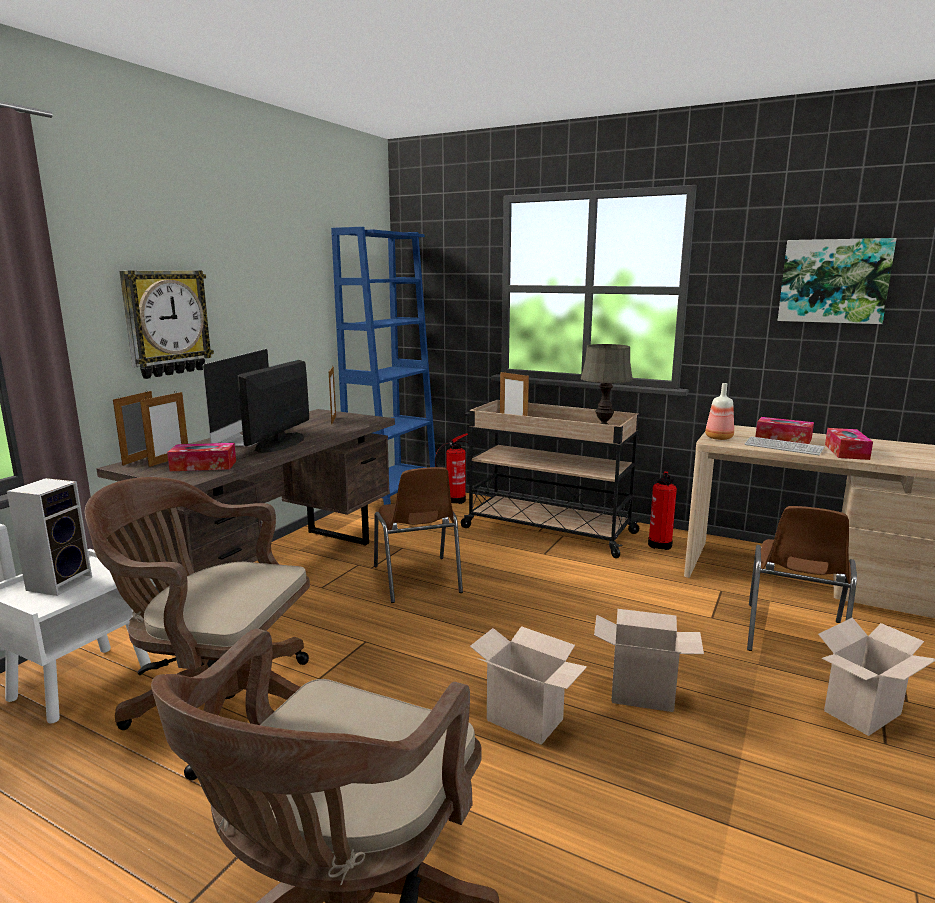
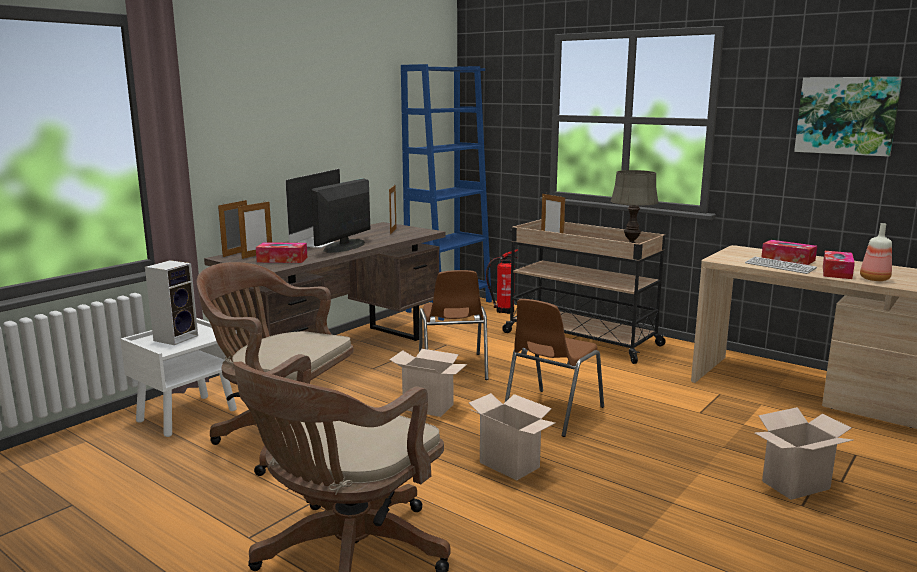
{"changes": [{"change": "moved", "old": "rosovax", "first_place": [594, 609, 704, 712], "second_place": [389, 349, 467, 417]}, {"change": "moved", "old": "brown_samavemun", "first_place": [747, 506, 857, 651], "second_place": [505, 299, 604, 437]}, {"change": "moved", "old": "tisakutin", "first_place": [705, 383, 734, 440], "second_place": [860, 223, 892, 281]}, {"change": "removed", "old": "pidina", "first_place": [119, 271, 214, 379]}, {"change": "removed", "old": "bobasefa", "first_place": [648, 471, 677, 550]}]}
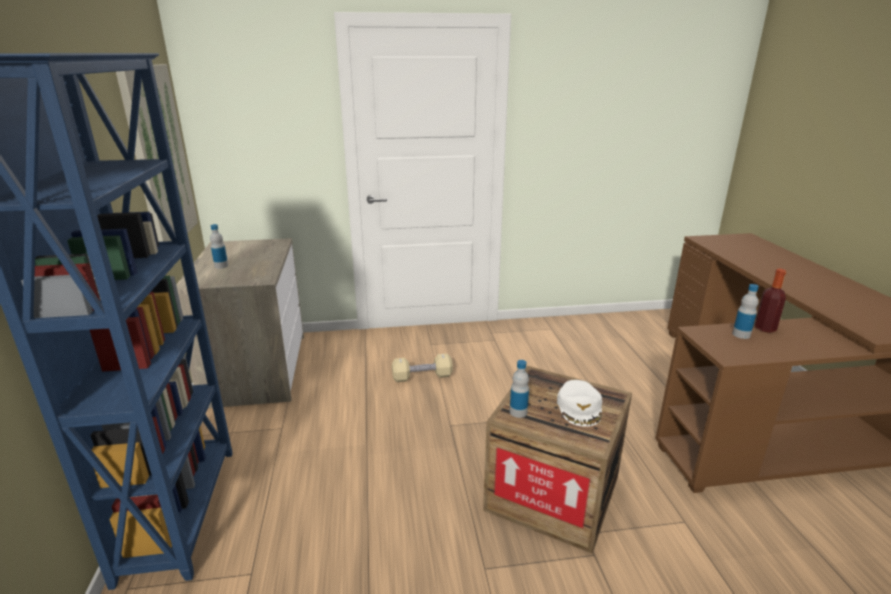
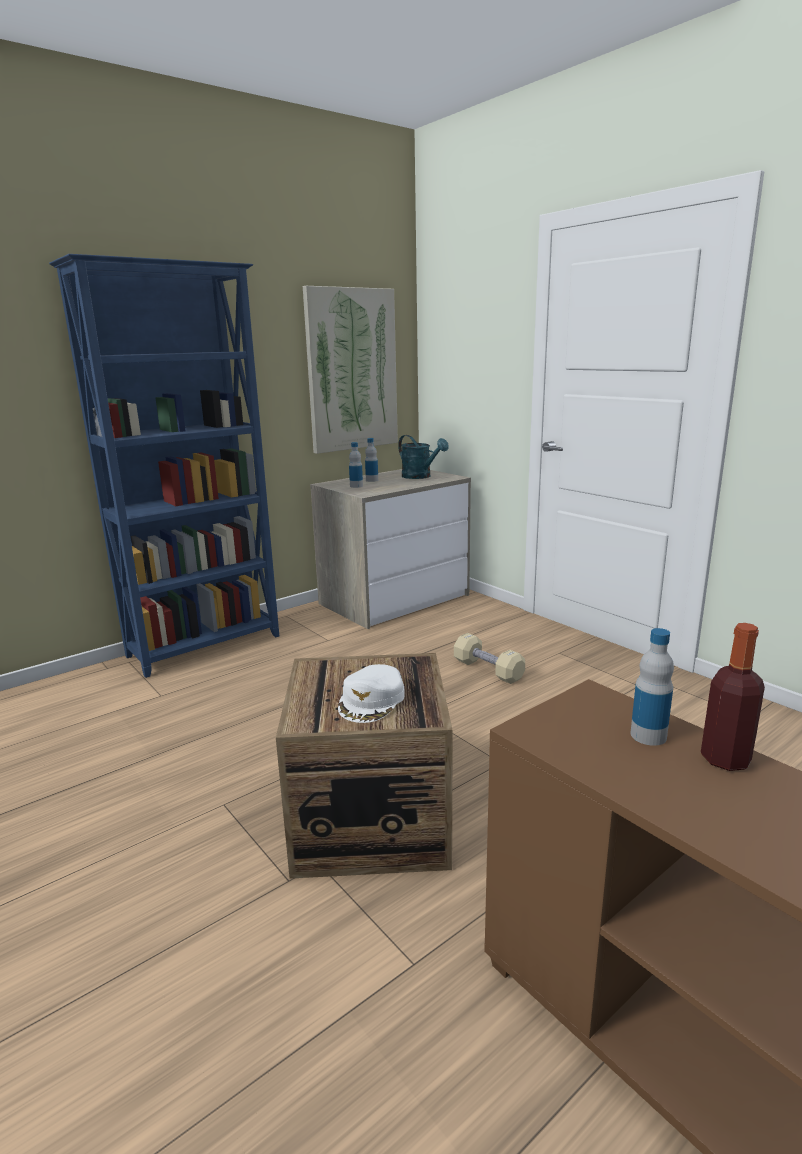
{"changes": [{"change": "turned", "old": "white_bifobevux", "first_place": [557, 380, 602, 427], "second_place": [338, 664, 405, 723], "degrees": -45}, {"change": "moved", "old": "tisakutin", "first_place": [510, 360, 529, 418], "second_place": [349, 442, 363, 488]}, {"change": "added", "new": "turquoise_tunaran", "second_place": [398, 435, 449, 479]}]}
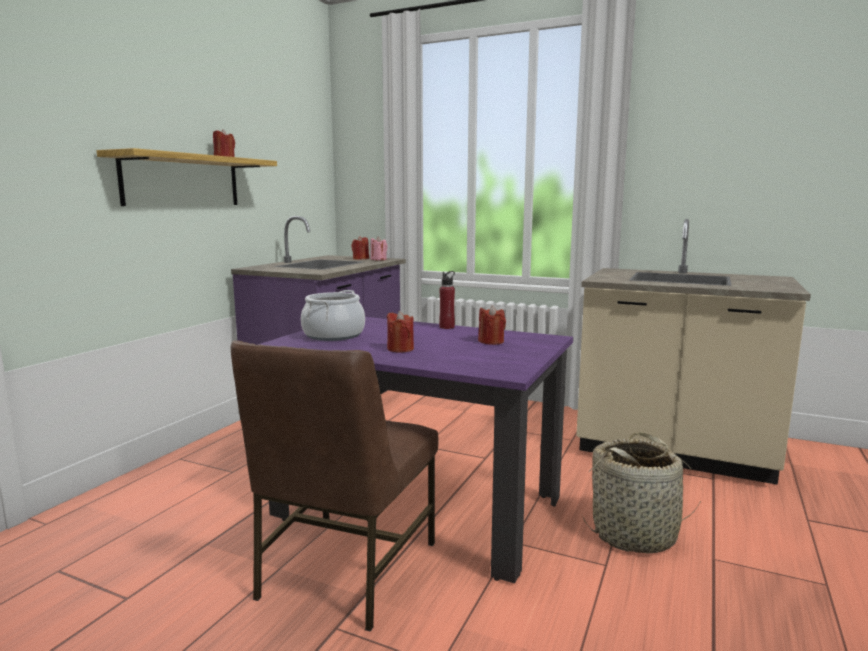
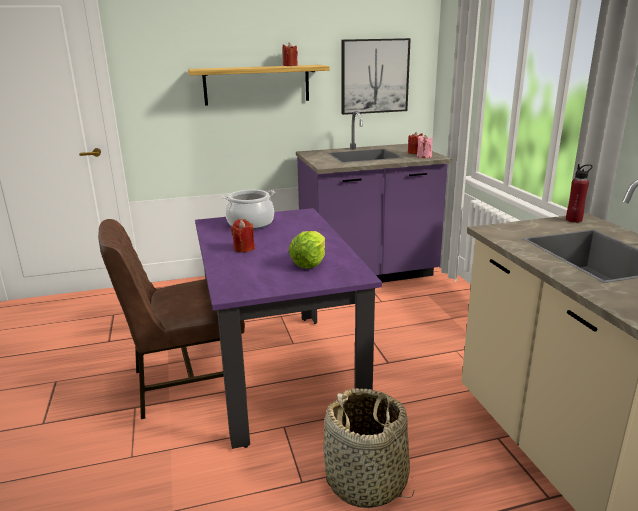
{"changes": [{"change": "replaced", "old": "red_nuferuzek", "new": "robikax", "first_place": [478, 305, 506, 345], "second_place": [289, 231, 325, 269]}, {"change": "added", "new": "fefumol", "second_place": [341, 38, 411, 115]}, {"change": "moved", "old": "red_tisakutin", "first_place": [439, 271, 455, 329], "second_place": [566, 164, 592, 223]}]}
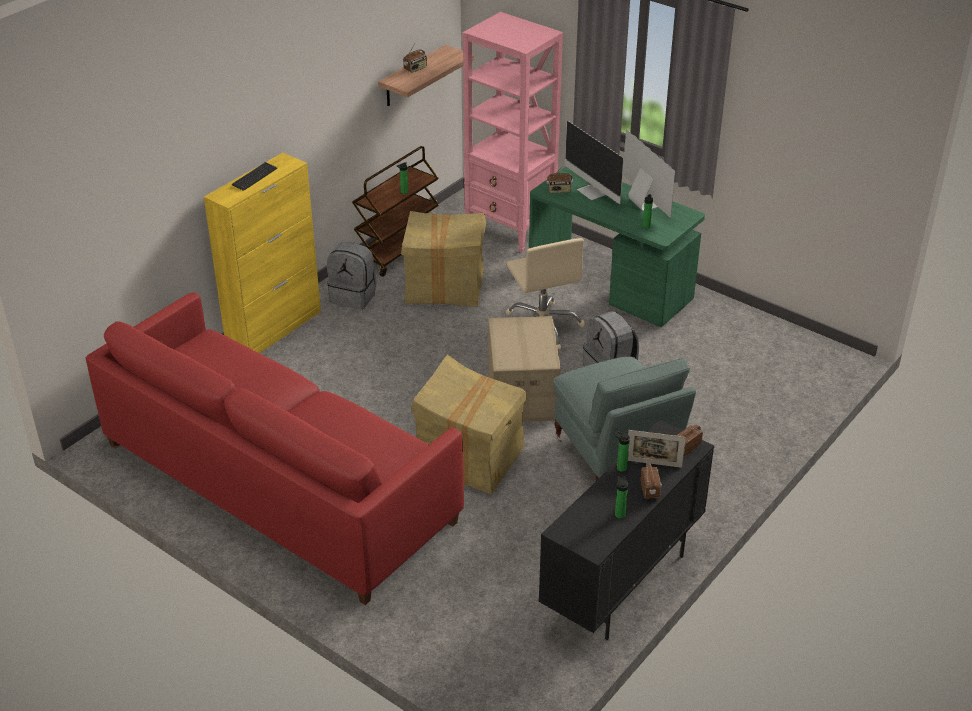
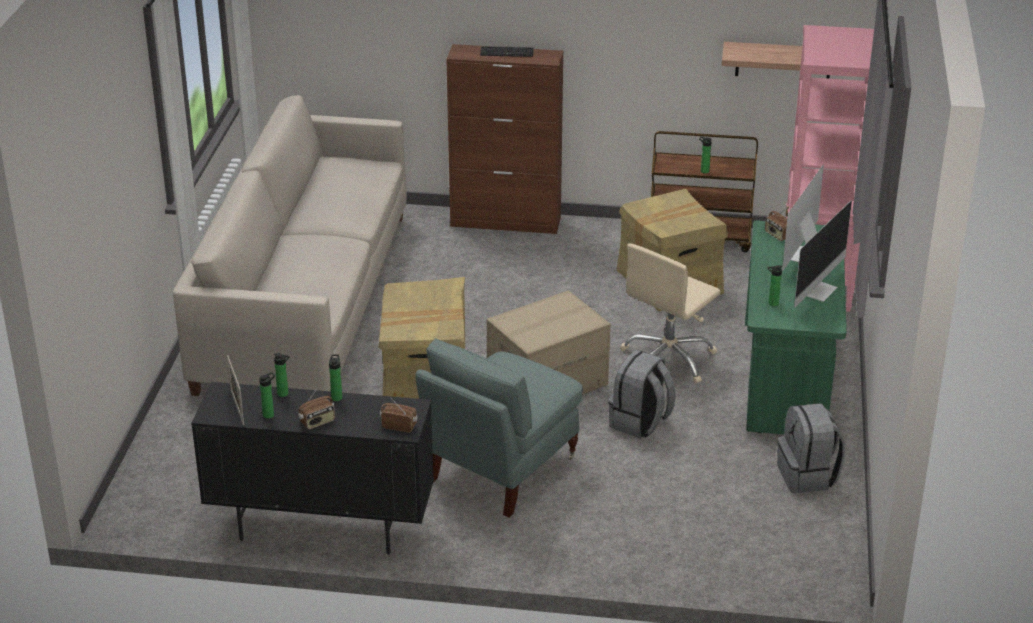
{"changes": [{"change": "recoloured", "old": "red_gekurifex", "new": "beige_gekurifex", "first_place": [85, 292, 464, 605], "second_place": [173, 95, 407, 396]}, {"change": "moved", "old": "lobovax", "first_place": [628, 430, 686, 468], "second_place": [227, 355, 244, 425]}, {"change": "added", "new": "tisakutin", "second_place": [274, 353, 290, 397]}, {"change": "recoloured", "old": "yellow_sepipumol", "new": "brown_sepipumol", "first_place": [204, 153, 321, 353], "second_place": [446, 44, 563, 234]}, {"change": "moved", "old": "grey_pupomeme", "first_place": [327, 242, 376, 309], "second_place": [777, 403, 845, 493]}, {"change": "removed", "old": "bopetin", "first_place": [403, 42, 427, 73]}]}
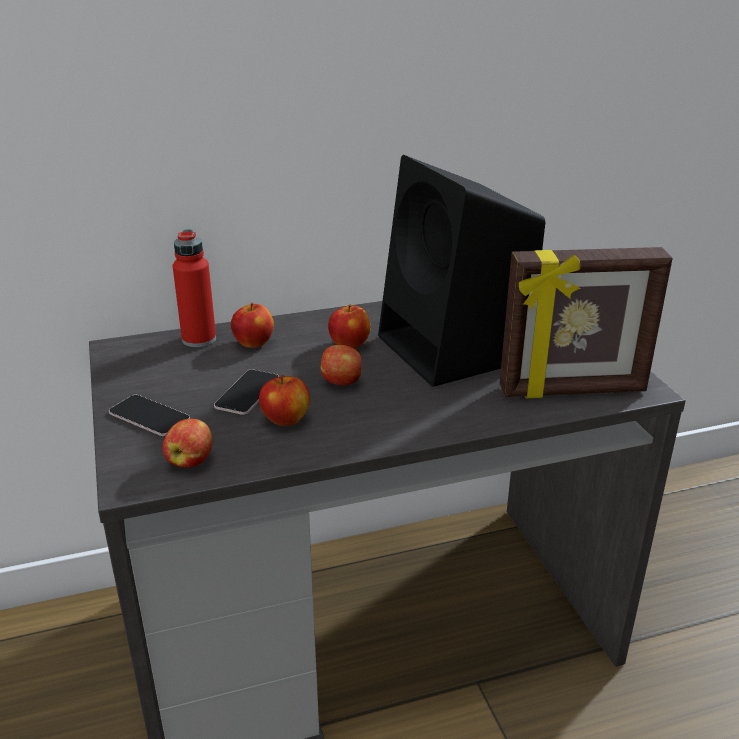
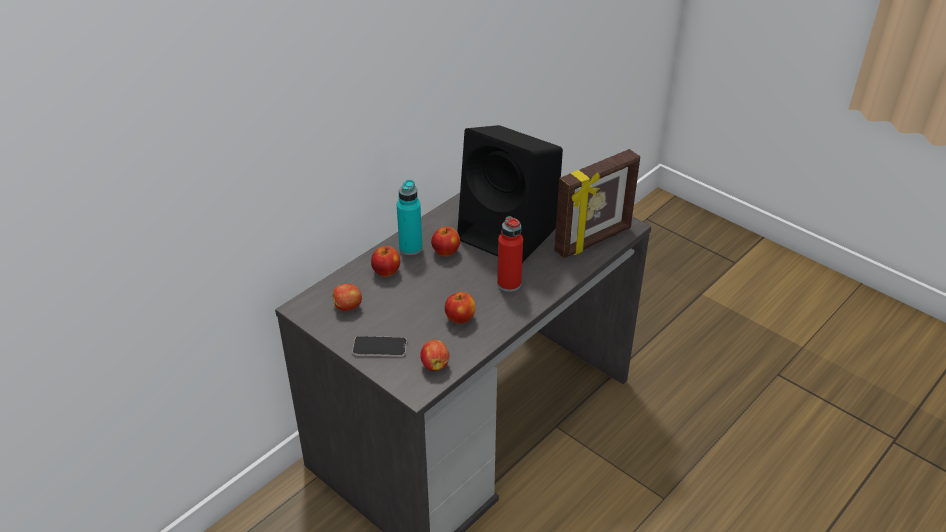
{"changes": [{"change": "moved", "old": "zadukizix", "first_place": [320, 345, 361, 385], "second_place": [333, 284, 362, 311]}, {"change": "added", "new": "turquoise_tisakutin", "second_place": [397, 180, 422, 255]}, {"change": "moved", "old": "red_tisakutin", "first_place": [173, 229, 216, 347], "second_place": [497, 216, 523, 292]}, {"change": "removed", "old": "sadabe", "first_place": [214, 369, 279, 415]}]}
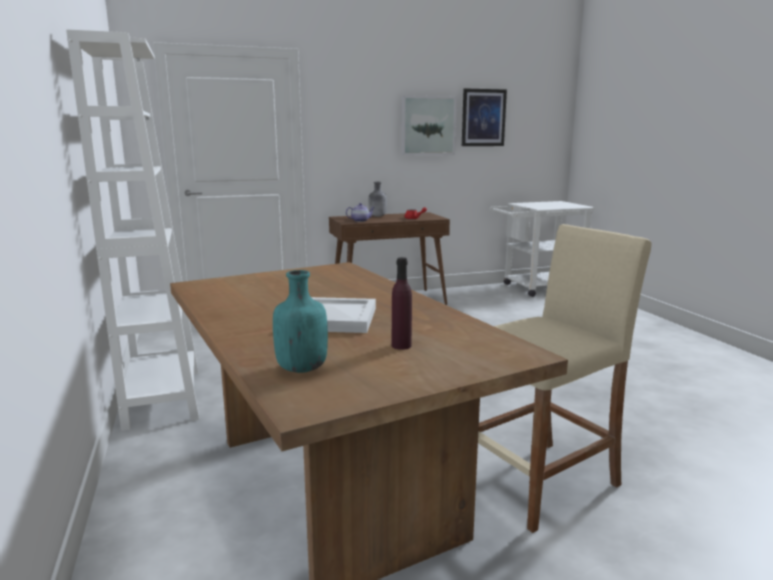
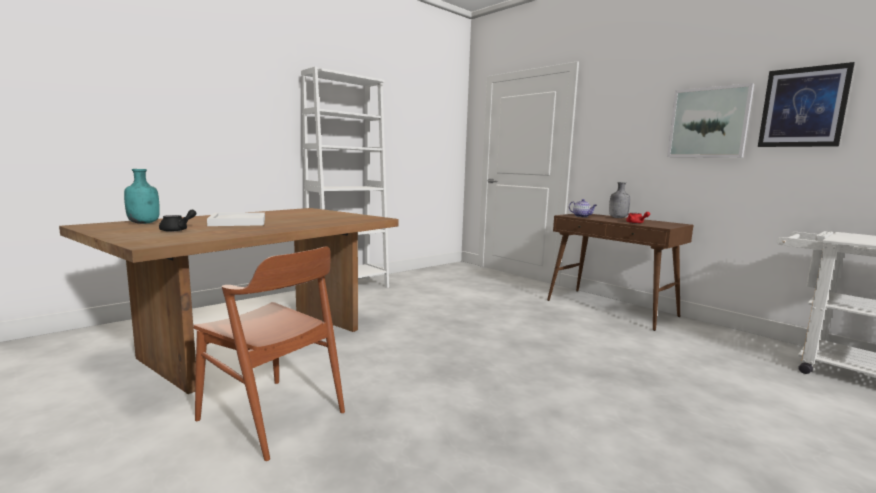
{"changes": [{"change": "replaced", "old": "purple_tisakutin", "new": "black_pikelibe", "first_place": [391, 257, 412, 350], "second_place": [159, 210, 196, 232]}, {"change": "replaced", "old": "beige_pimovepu", "new": "brown_samavemun", "first_place": [478, 224, 652, 533], "second_place": [193, 247, 345, 461]}]}
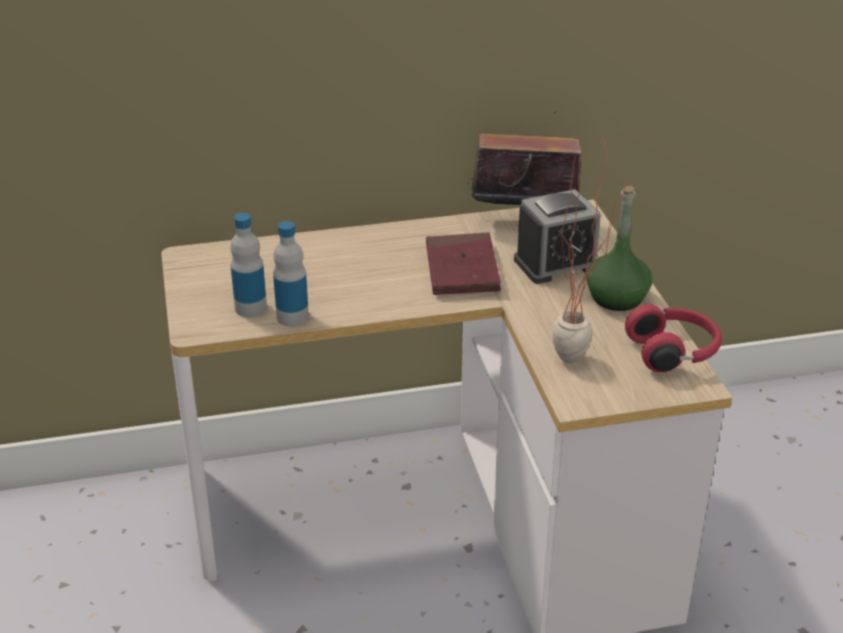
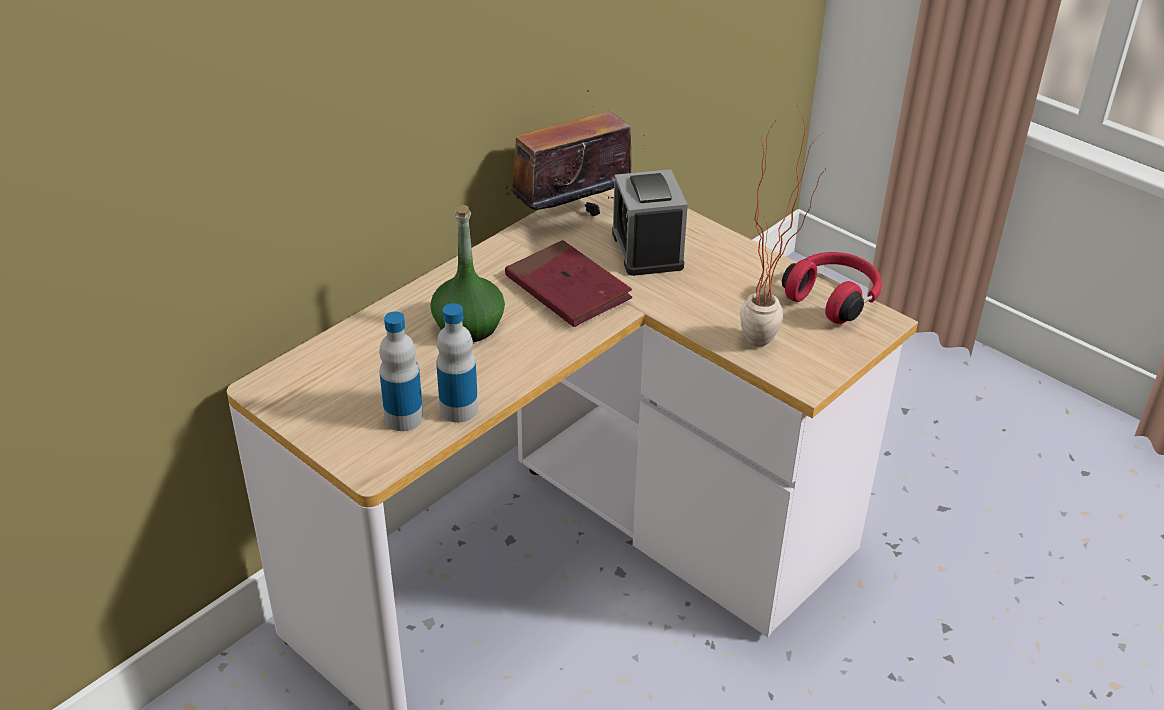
{"changes": [{"change": "moved", "old": "green_tisakutin", "first_place": [586, 186, 652, 311], "second_place": [430, 205, 505, 342]}, {"change": "turned", "old": "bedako", "first_place": [514, 189, 601, 284], "second_place": [612, 169, 688, 276], "degrees": 135}]}
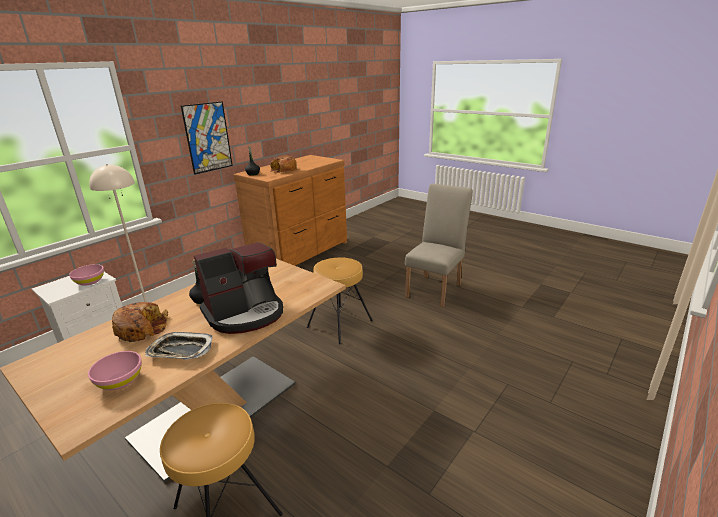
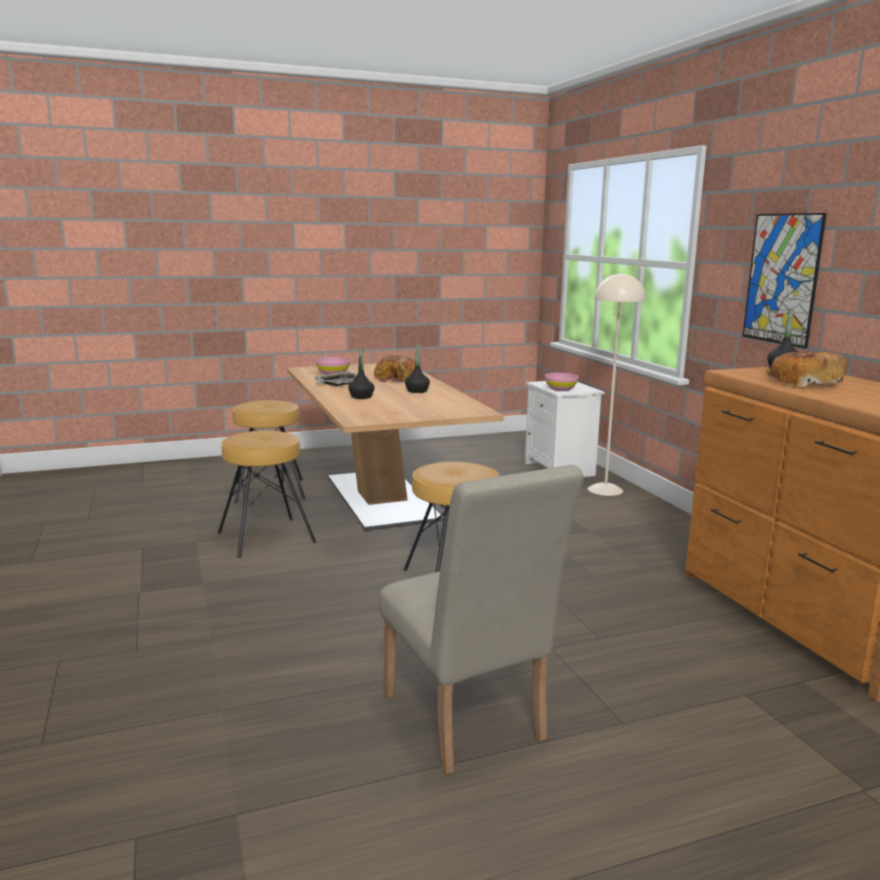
{"changes": [{"change": "added", "new": "brown_pimovepu", "second_place": [218, 431, 316, 558]}, {"change": "replaced", "old": "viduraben", "new": "black_tisakutin", "first_place": [194, 242, 283, 334], "second_place": [348, 347, 374, 399]}]}
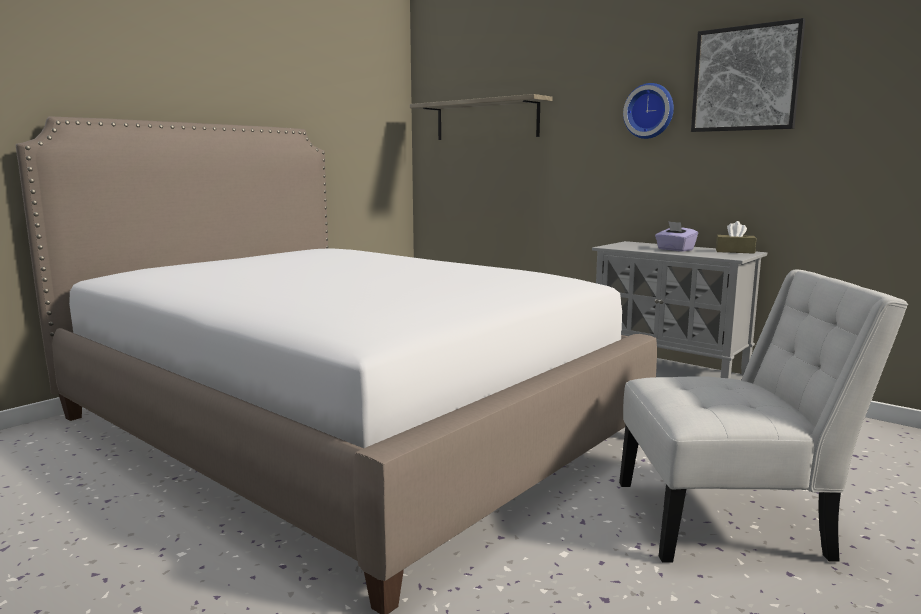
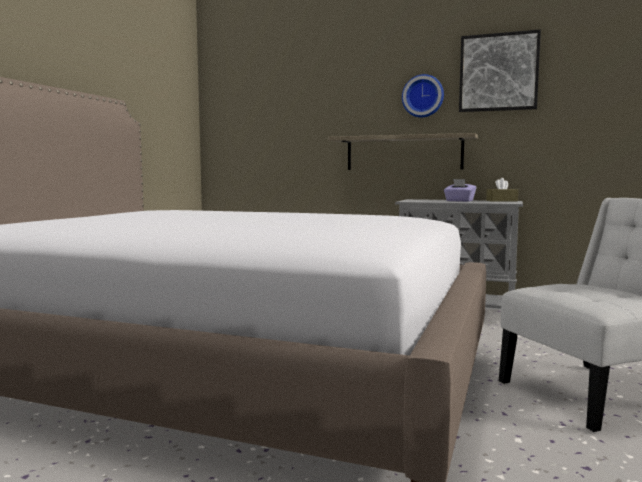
{"changes": [{"change": "moved", "old": "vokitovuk", "first_place": [410, 94, 552, 140], "second_place": [329, 133, 478, 170]}]}
